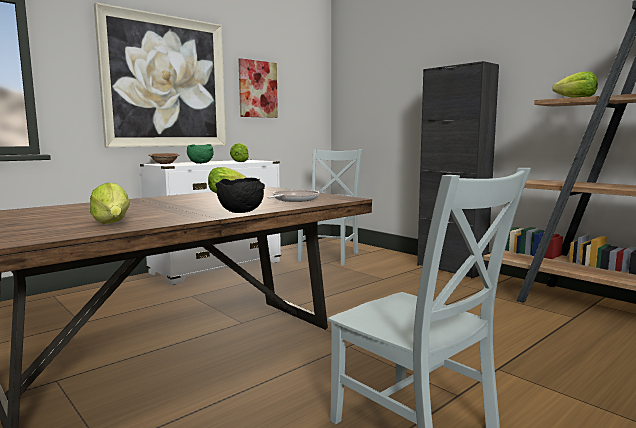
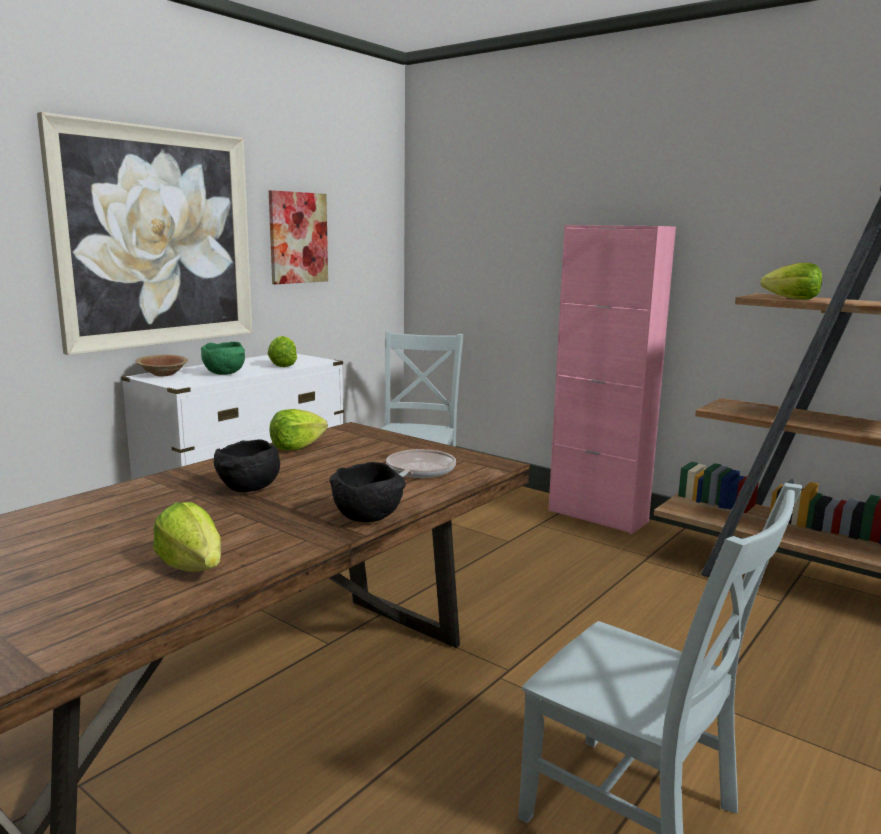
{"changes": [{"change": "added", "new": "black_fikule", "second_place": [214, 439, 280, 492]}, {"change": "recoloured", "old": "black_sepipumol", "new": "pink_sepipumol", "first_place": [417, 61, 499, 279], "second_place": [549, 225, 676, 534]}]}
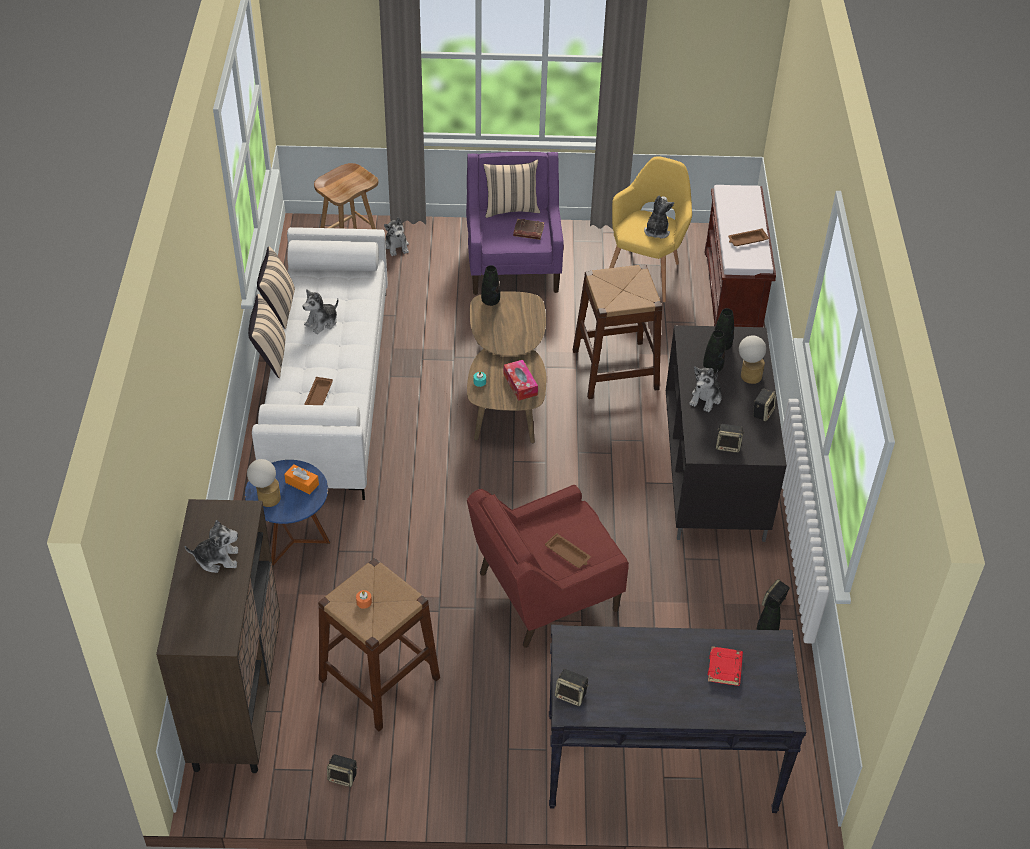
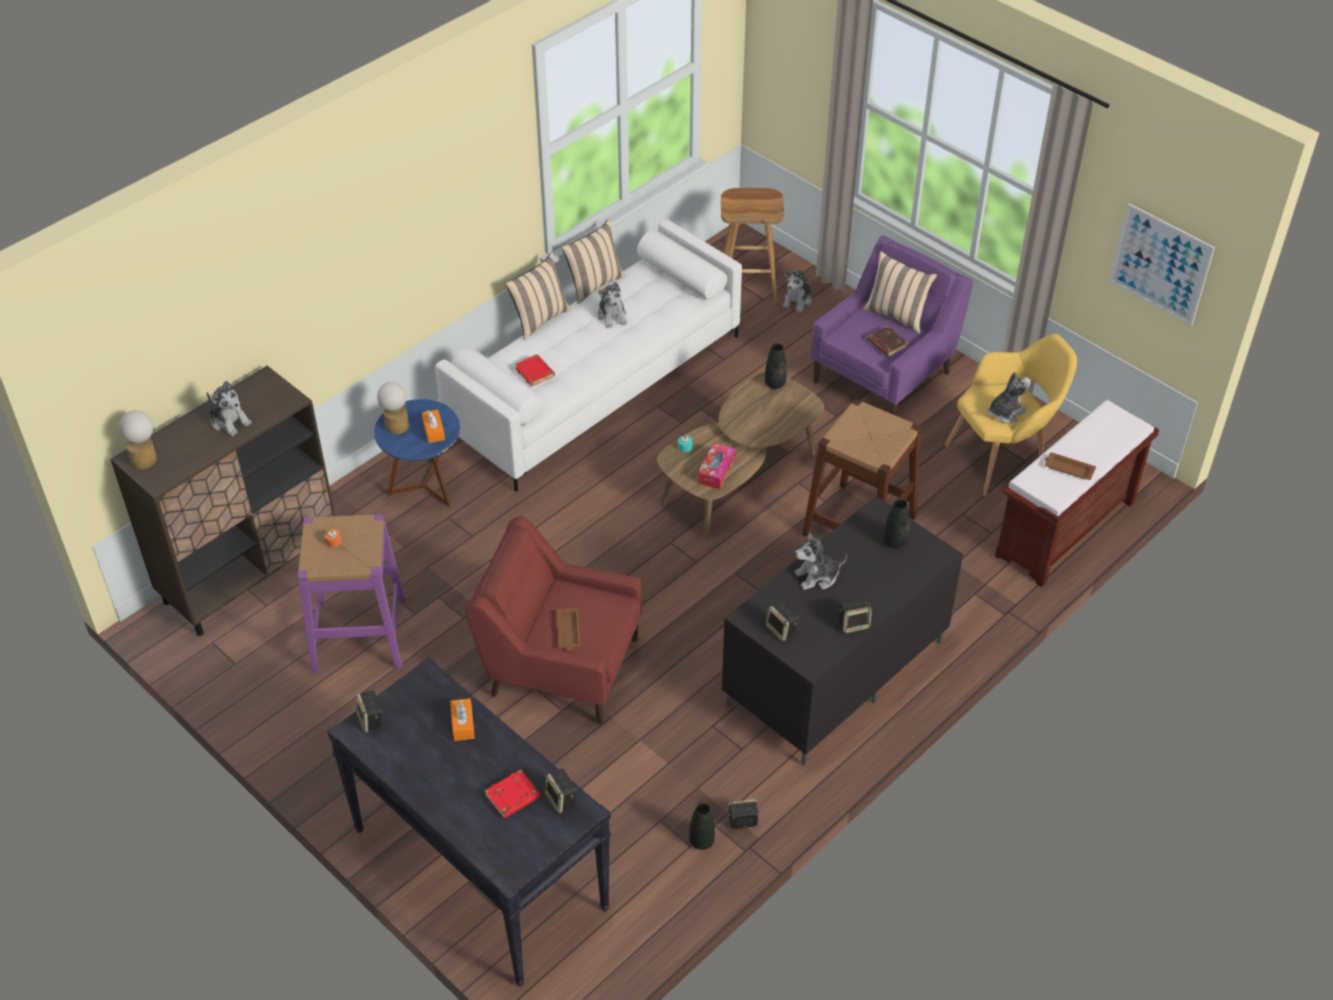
{"changes": [{"change": "moved", "old": "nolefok", "first_place": [739, 335, 766, 384], "second_place": [119, 410, 157, 469]}, {"change": "recoloured", "old": "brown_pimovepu", "new": "purple_pimovepu", "first_place": [318, 558, 440, 731], "second_place": [297, 514, 406, 673]}, {"change": "added", "new": "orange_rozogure", "second_place": [450, 698, 475, 741]}, {"change": "replaced", "old": "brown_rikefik", "new": "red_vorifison", "first_place": [304, 377, 333, 405], "second_place": [514, 355, 555, 386]}, {"change": "moved", "old": "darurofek", "first_place": [327, 754, 357, 787], "second_place": [545, 769, 577, 813]}, {"change": "turned", "old": "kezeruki", "first_place": [303, 289, 338, 334], "second_place": [597, 282, 627, 328], "degrees": -105}, {"change": "added", "new": "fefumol", "second_place": [1109, 203, 1215, 326]}, {"change": "removed", "old": "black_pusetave", "first_place": [703, 330, 725, 373]}]}
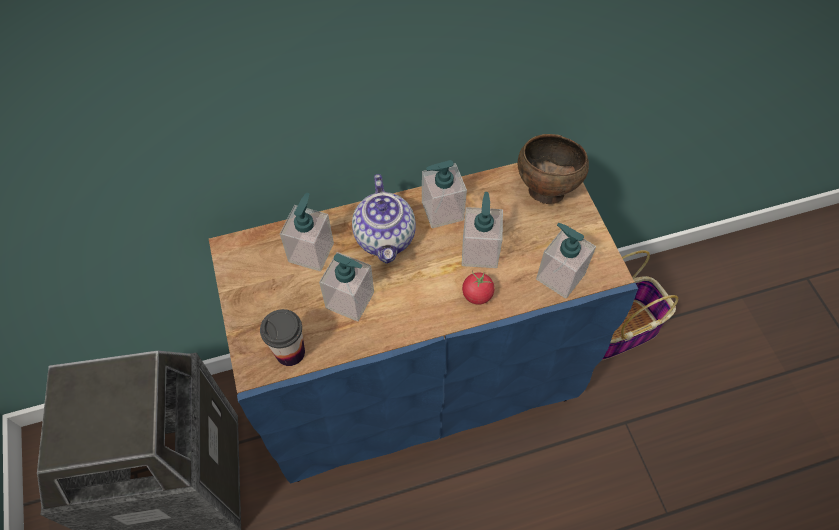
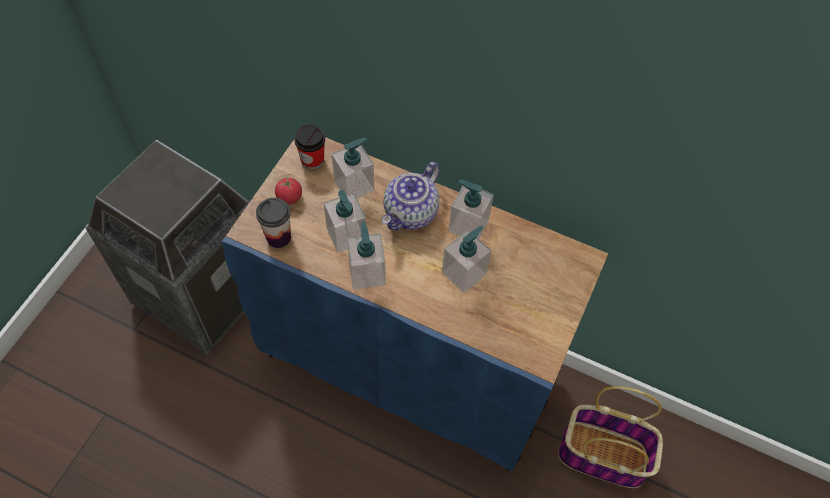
{"changes": [{"change": "moved", "old": "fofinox", "first_place": [462, 271, 495, 305], "second_place": [275, 174, 302, 204]}, {"change": "added", "new": "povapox", "second_place": [294, 124, 325, 170]}, {"change": "moved", "old": "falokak", "first_place": [536, 223, 596, 298], "second_place": [347, 222, 385, 289]}, {"change": "removed", "old": "brown_fikule", "first_place": [518, 134, 589, 204]}]}
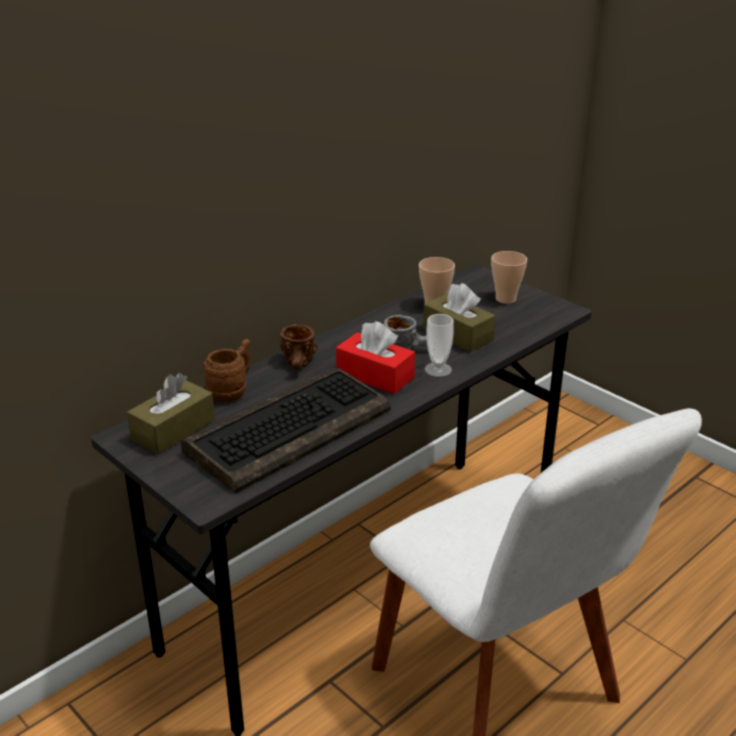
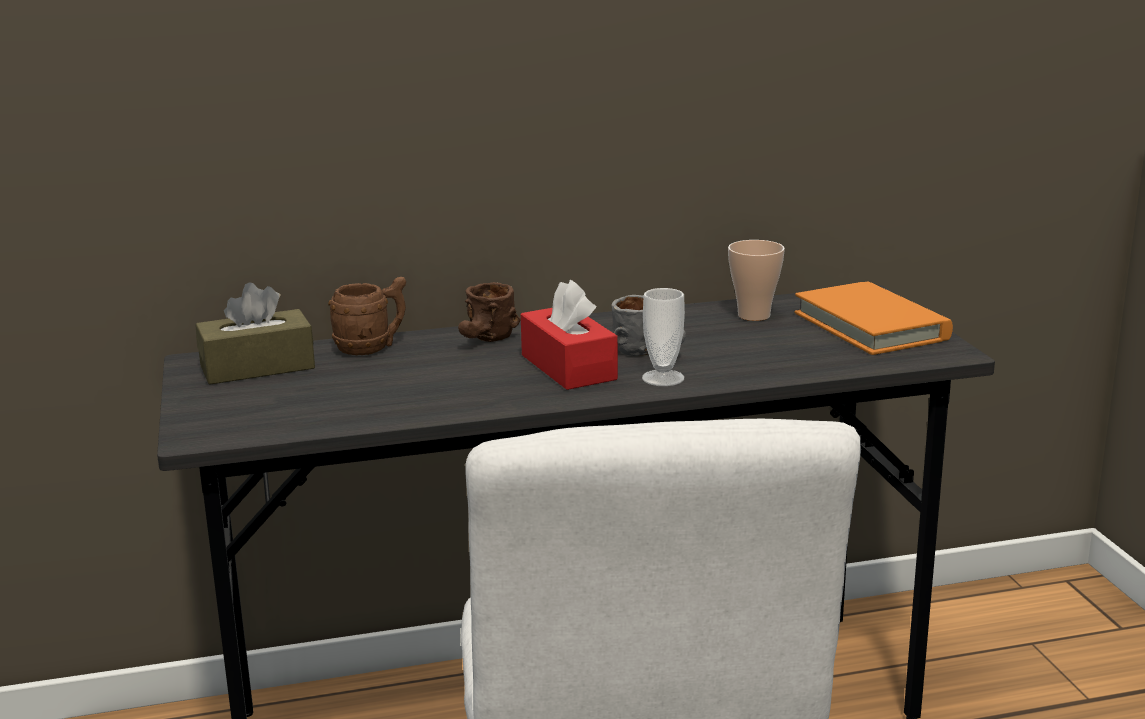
{"changes": [{"change": "replaced", "old": "povapox", "new": "orange_vorifison", "first_place": [491, 251, 527, 304], "second_place": [794, 281, 953, 355]}, {"change": "removed", "old": "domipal", "first_place": [181, 367, 391, 493]}, {"change": "removed", "old": "brown_rozogure", "first_place": [423, 283, 496, 352]}]}
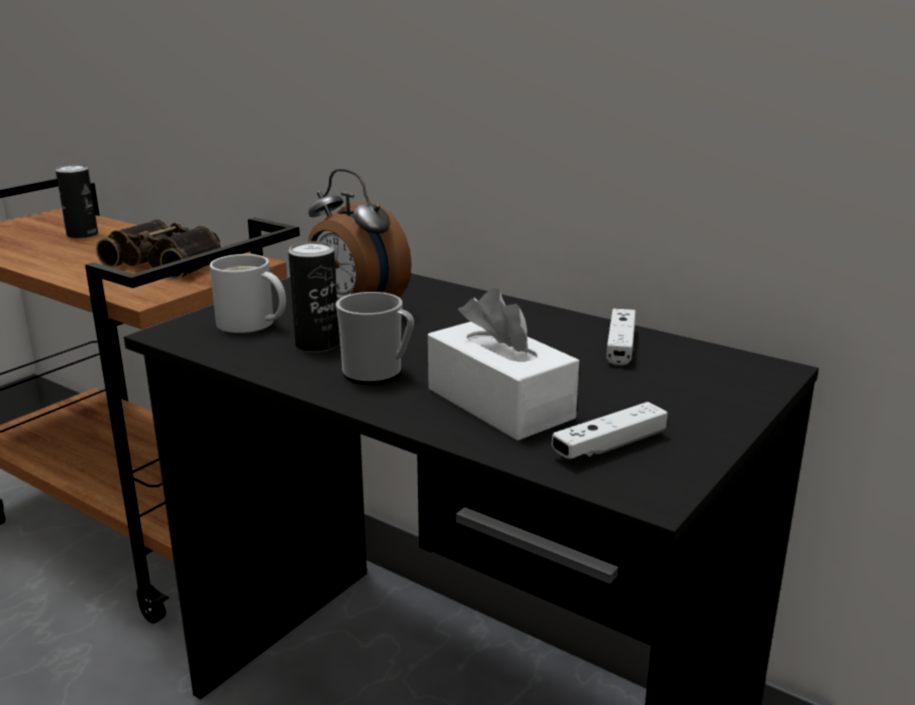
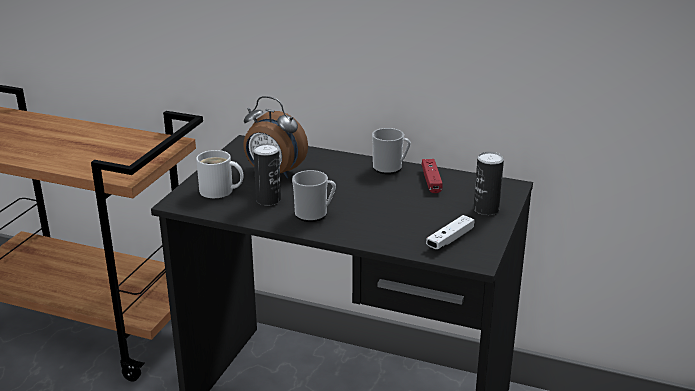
{"changes": [{"change": "added", "new": "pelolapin", "second_place": [372, 128, 411, 174]}, {"change": "recoloured", "old": "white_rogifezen", "new": "red_rogifezen", "first_place": [607, 308, 635, 365], "second_place": [422, 159, 443, 193]}, {"change": "moved", "old": "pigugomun", "first_place": [56, 164, 98, 239], "second_place": [474, 152, 504, 215]}, {"change": "removed", "old": "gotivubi", "first_place": [96, 219, 221, 279]}, {"change": "removed", "old": "white_rozogure", "first_place": [428, 288, 579, 441]}]}
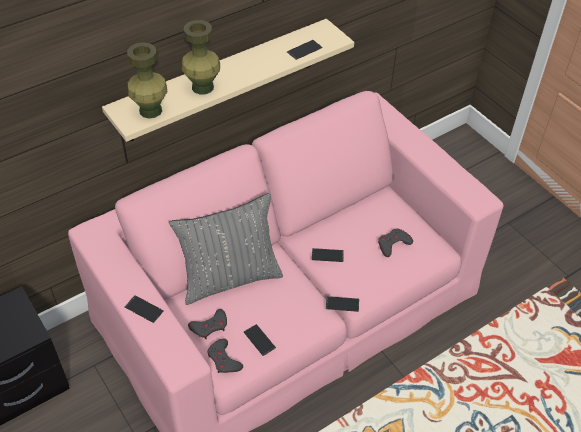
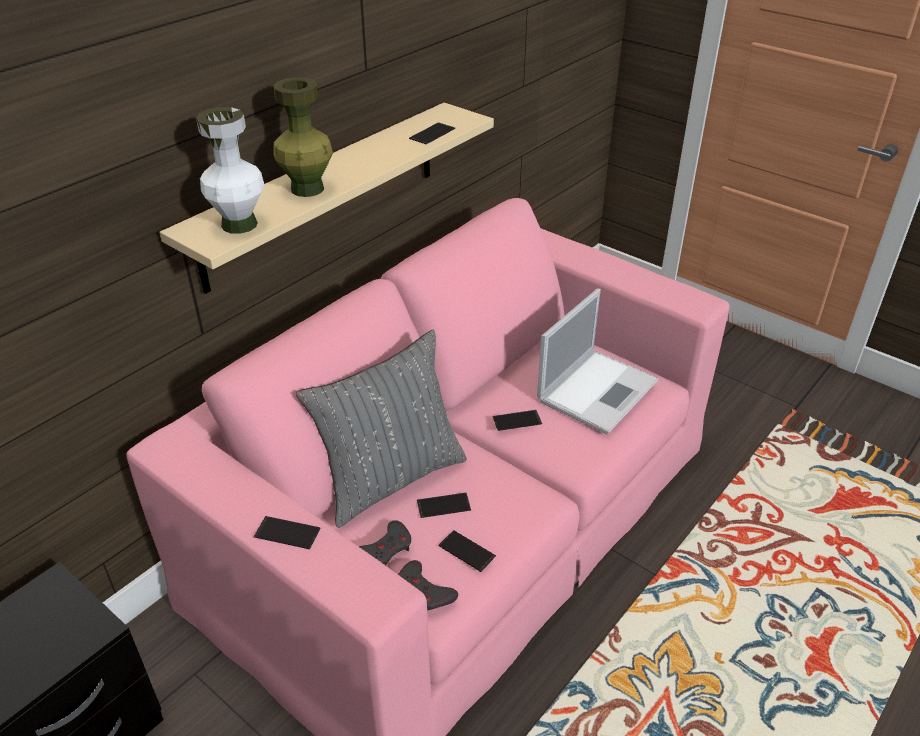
{"changes": [{"change": "recoloured", "old": "green_pusetave", "new": "white_pusetave", "first_place": [127, 42, 168, 118], "second_place": [196, 107, 264, 234]}, {"change": "moved", "old": "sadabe", "first_place": [326, 296, 359, 312], "second_place": [417, 493, 471, 518]}, {"change": "replaced", "old": "grey_rogifezen", "new": "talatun", "first_place": [378, 229, 413, 257], "second_place": [537, 289, 659, 435]}]}
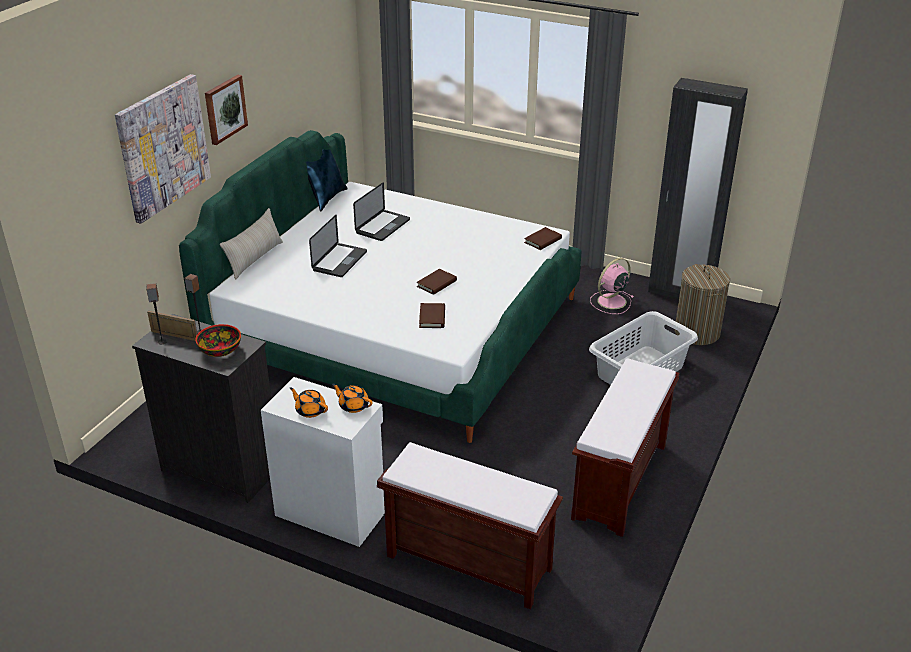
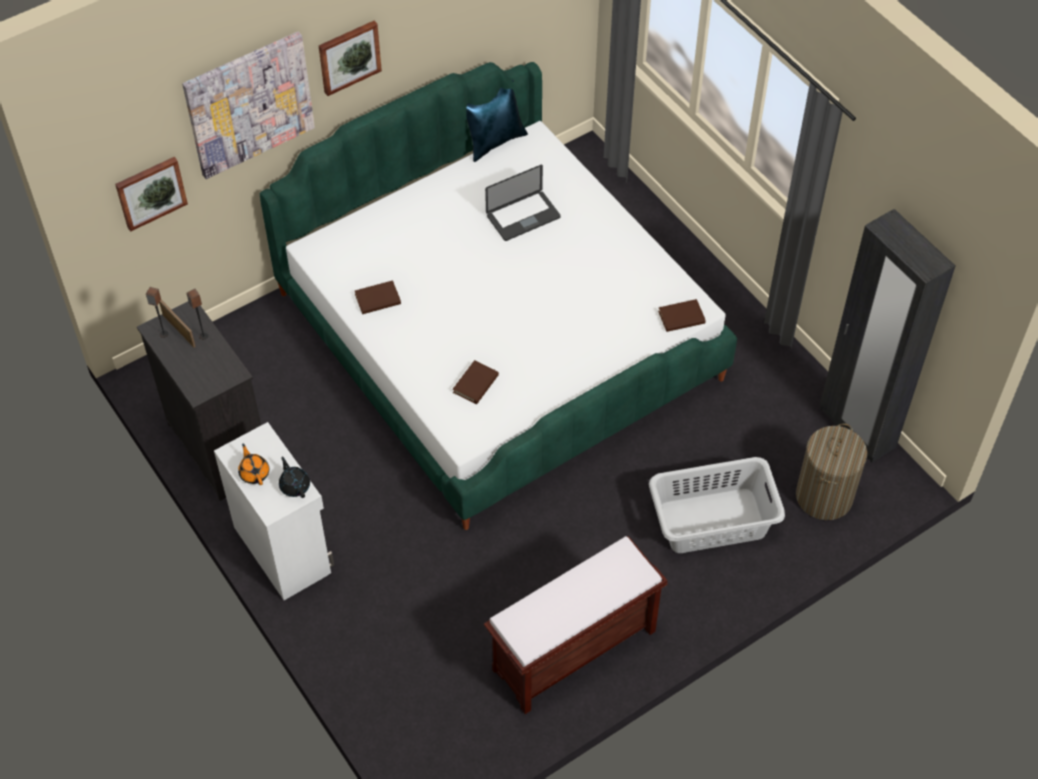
{"changes": [{"change": "added", "new": "fefumol", "second_place": [115, 157, 188, 232]}, {"change": "recoloured", "old": "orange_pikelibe", "new": "black_pikelibe", "first_place": [332, 384, 372, 413], "second_place": [279, 457, 310, 498]}, {"change": "moved", "old": "brown_vorifison", "first_place": [417, 269, 457, 295], "second_place": [355, 280, 401, 314]}, {"change": "removed", "old": "fikule", "first_place": [195, 324, 241, 357]}, {"change": "removed", "old": "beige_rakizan", "first_place": [220, 208, 283, 279]}, {"change": "removed", "old": "talatun", "first_place": [309, 215, 367, 277]}, {"change": "removed", "old": "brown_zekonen", "first_place": [377, 442, 563, 609]}, {"change": "removed", "old": "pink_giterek", "first_place": [590, 258, 633, 314]}]}
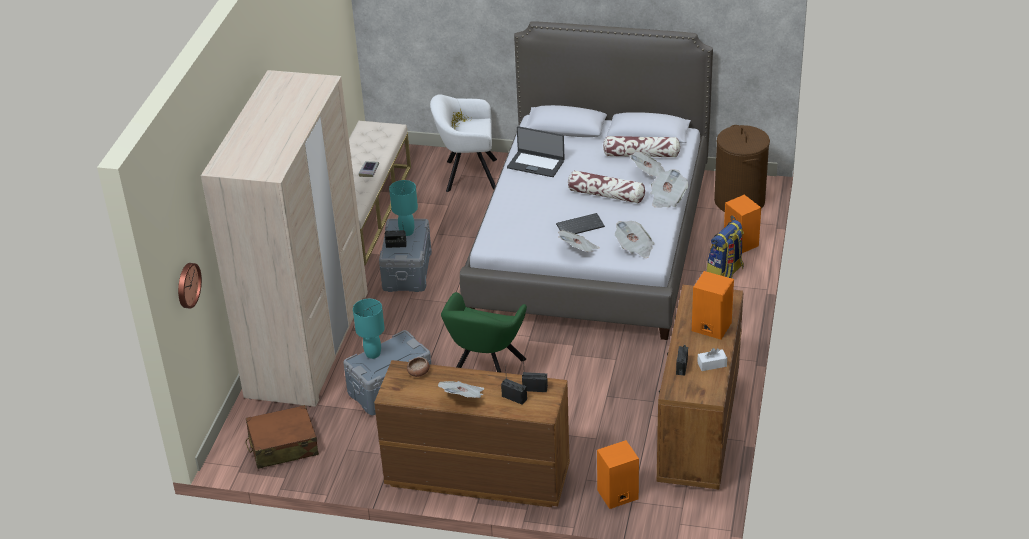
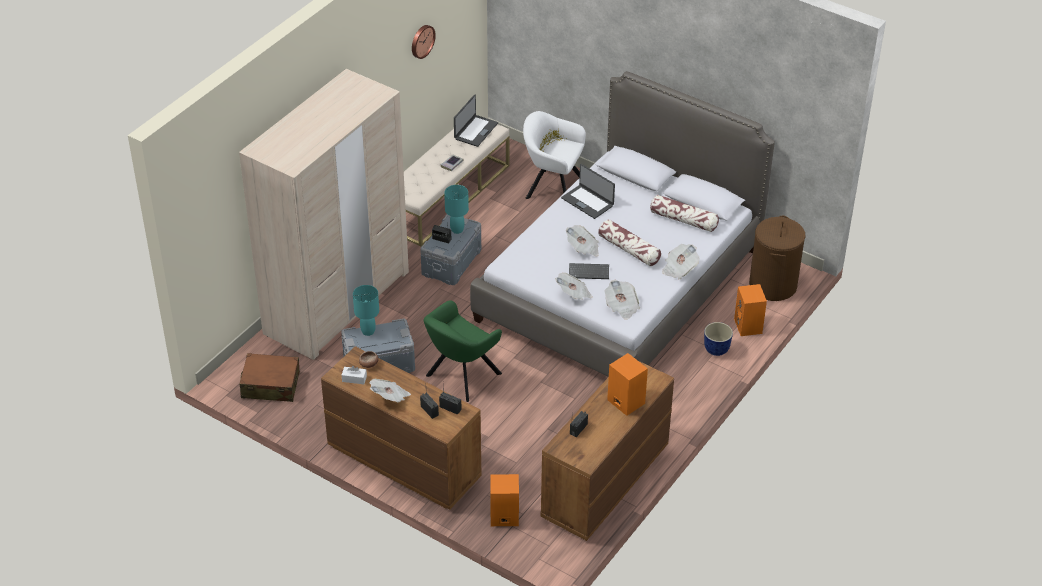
{"changes": [{"change": "moved", "old": "white_rozogure", "first_place": [697, 348, 727, 371], "second_place": [342, 366, 367, 384]}, {"change": "moved", "old": "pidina", "first_place": [178, 263, 202, 309], "second_place": [412, 25, 436, 59]}, {"change": "added", "new": "talatun", "second_place": [454, 95, 498, 147]}, {"change": "moved", "old": "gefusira", "first_place": [629, 152, 666, 177], "second_place": [566, 225, 599, 256]}, {"change": "replaced", "old": "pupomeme", "new": "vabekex", "first_place": [707, 220, 744, 278], "second_place": [704, 322, 733, 356]}]}
